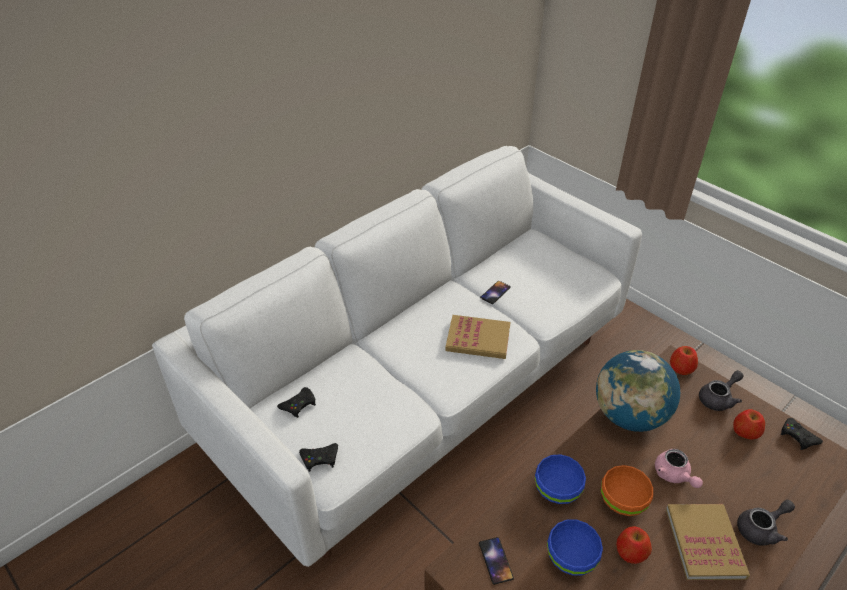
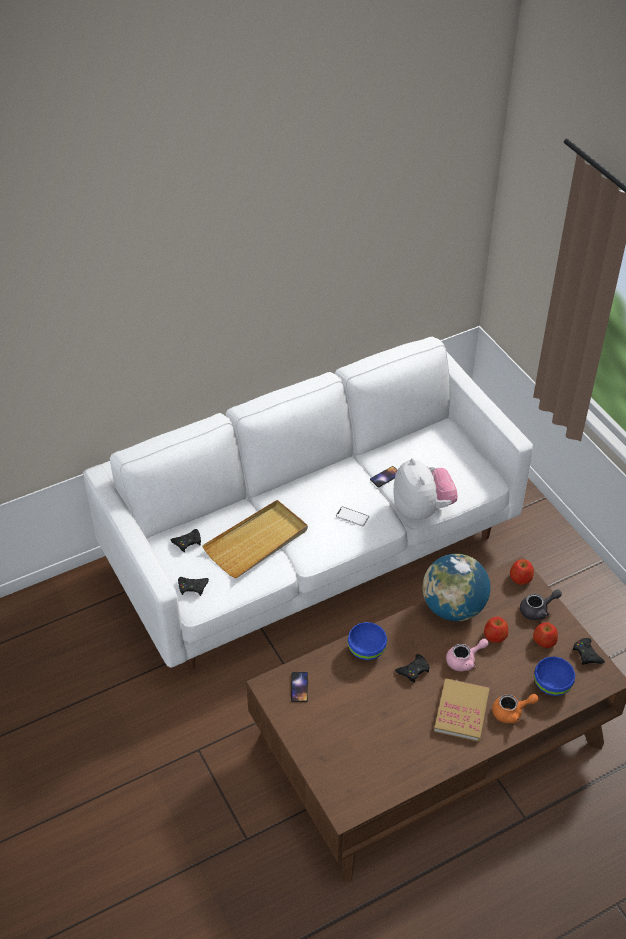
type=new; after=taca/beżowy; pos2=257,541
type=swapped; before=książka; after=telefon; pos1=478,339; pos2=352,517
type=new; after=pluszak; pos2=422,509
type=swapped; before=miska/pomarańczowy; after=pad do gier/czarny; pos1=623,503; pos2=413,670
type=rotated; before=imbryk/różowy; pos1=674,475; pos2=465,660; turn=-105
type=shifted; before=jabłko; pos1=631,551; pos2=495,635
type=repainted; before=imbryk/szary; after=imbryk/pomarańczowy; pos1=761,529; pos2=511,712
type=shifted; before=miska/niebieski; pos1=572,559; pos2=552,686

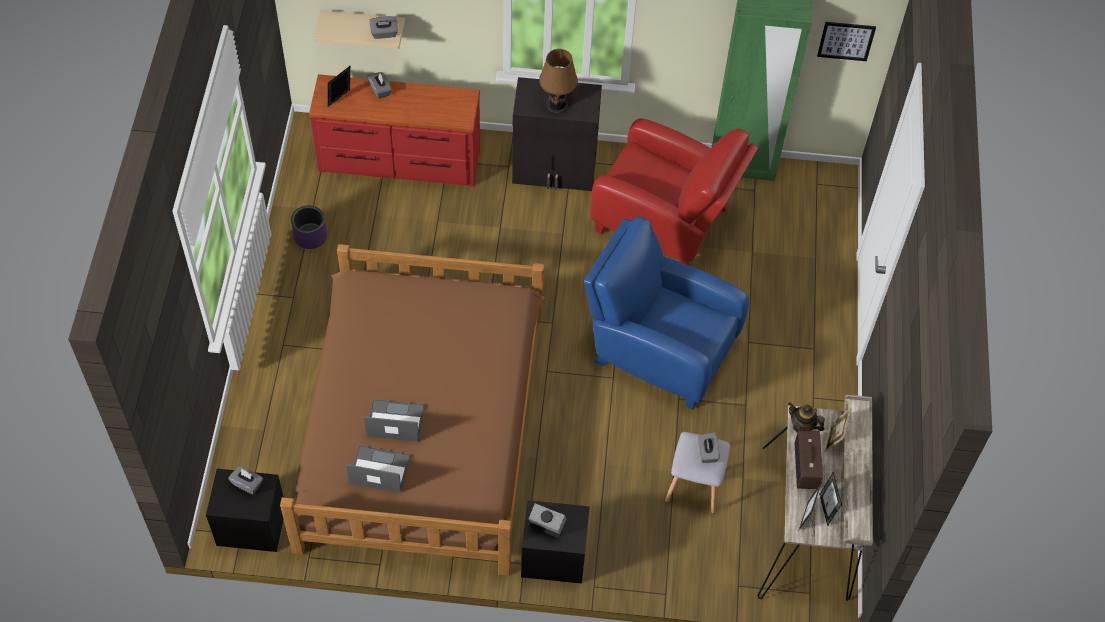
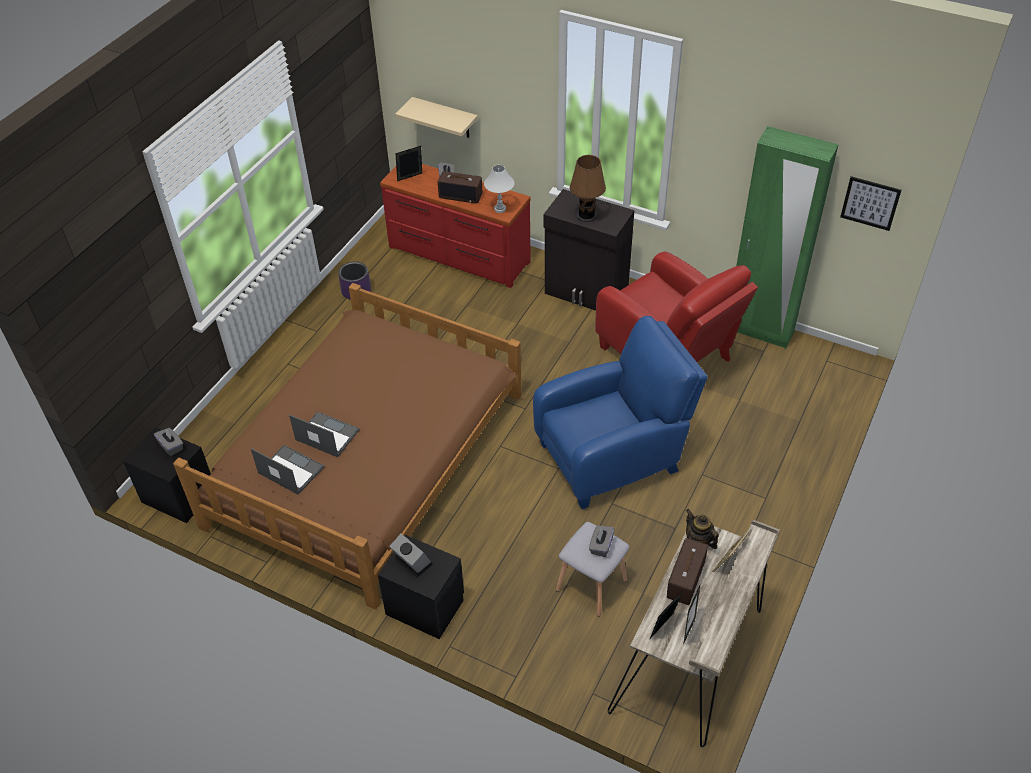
type=new; after=radio; pos2=461,195
type=new; after=lampa stołowa/biały; pos2=500,209
type=rotated; before=fotel/niebieski; pos1=659,348; pos2=613,456; turn=105
type=gone; before=pudełko chusteczek/szary; pos1=384,33

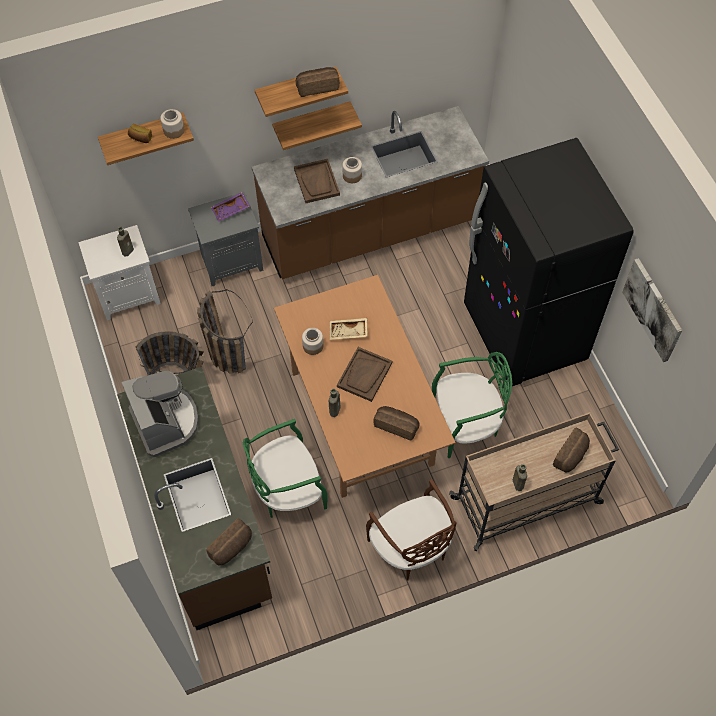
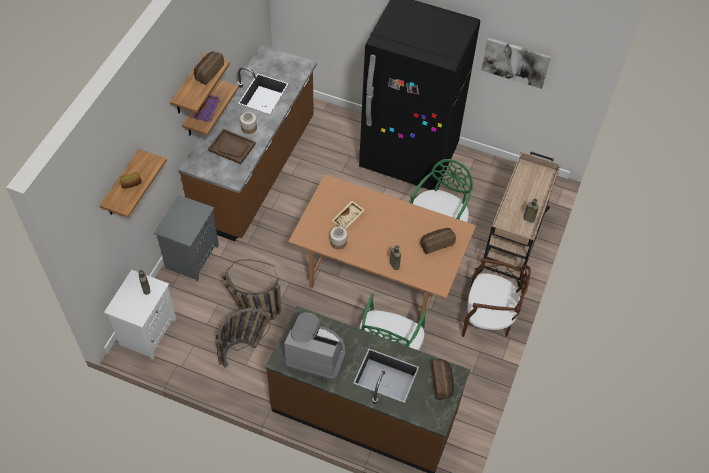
type=shifted; before=taca/fioletowy; pos1=231,210; pos2=207,111
type=gone; before=słoik; pos1=174,130
type=gone; before=taca/brązowy; pos1=364,375
type=gone; before=chleb; pos1=571,456

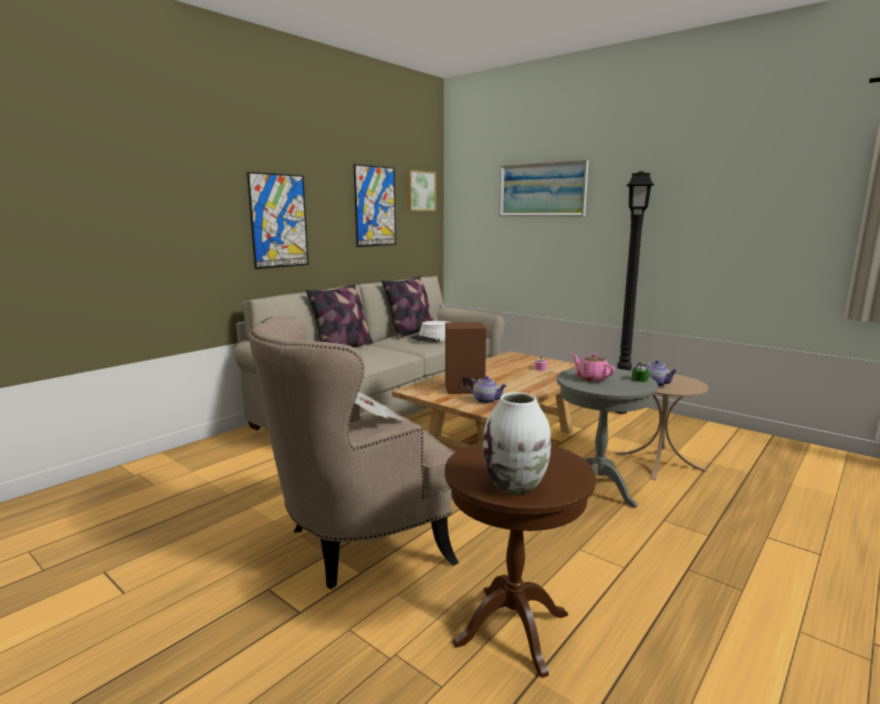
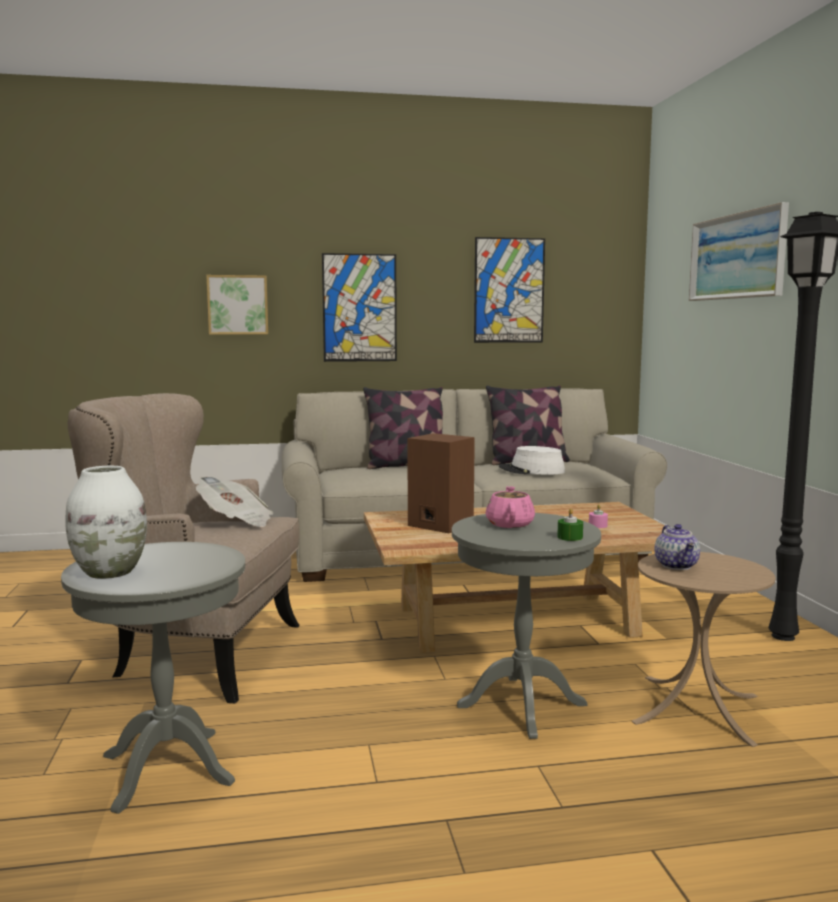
type=repainted; before=stolik/brązowy; after=stolik/szary; pos1=512,628; pos2=167,769
type=shifted; before=obraz; pos1=420,191; pos2=238,305
type=gone; before=imbryk; pos1=486,400

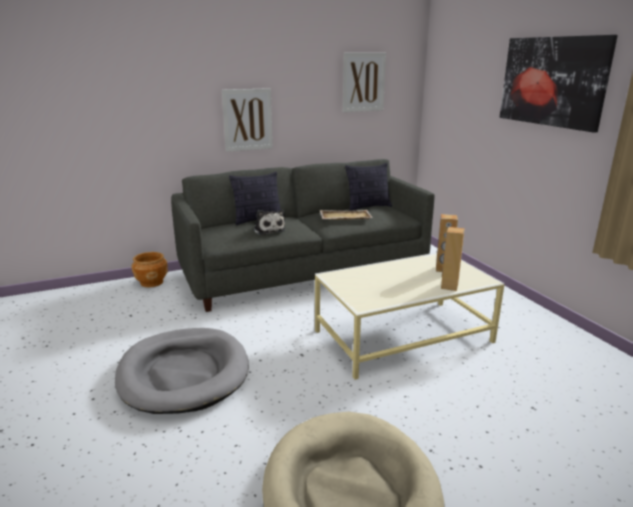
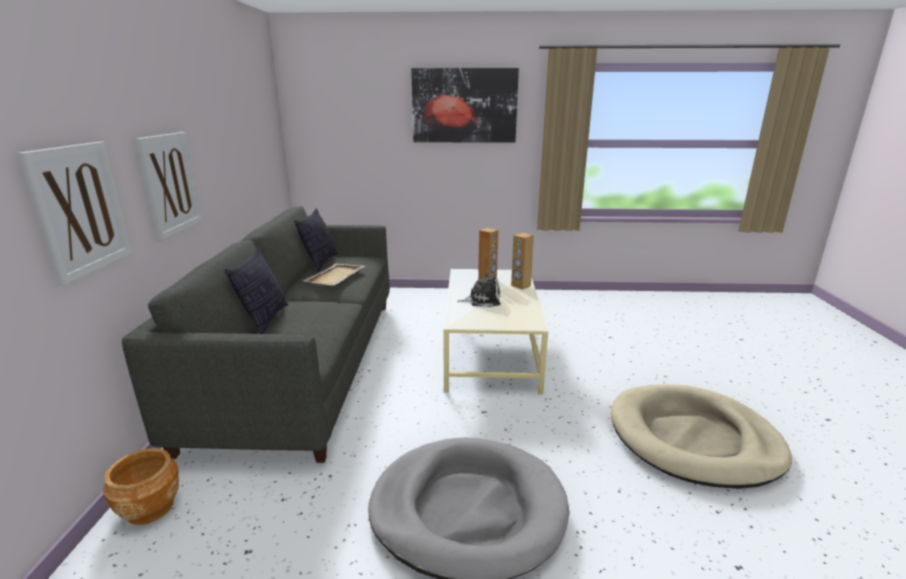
type=shifted; before=obraz; pos1=363,82; pos2=80,210
type=shifted; before=pluszak; pos1=268,230; pos2=482,300

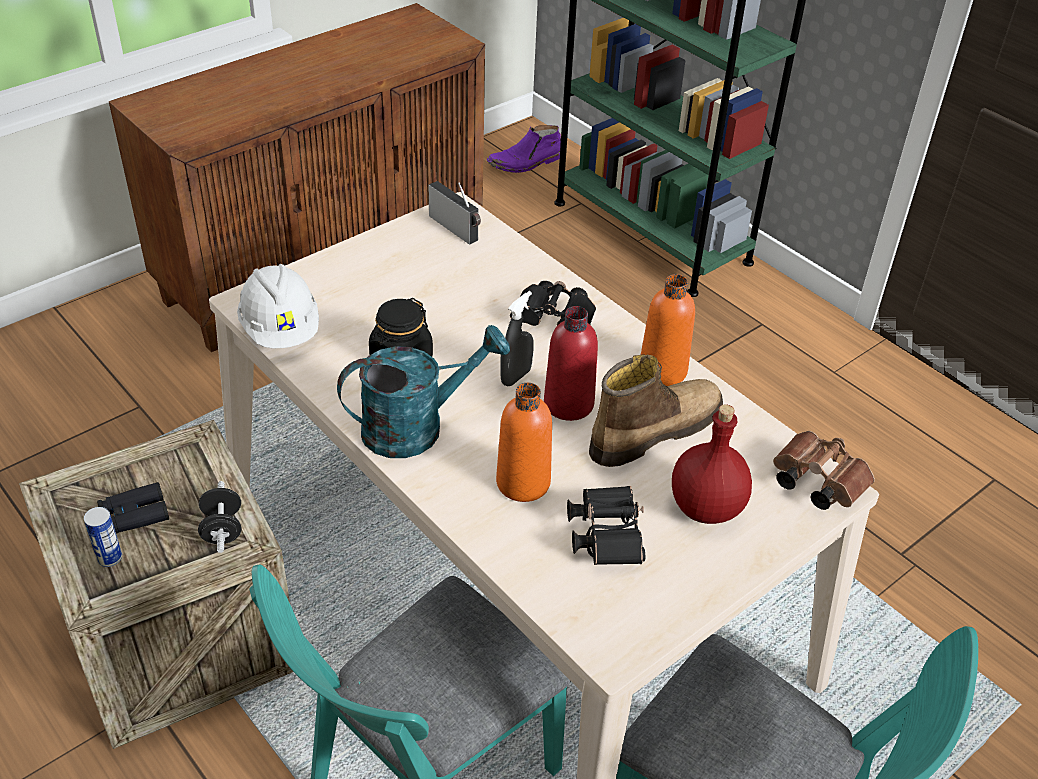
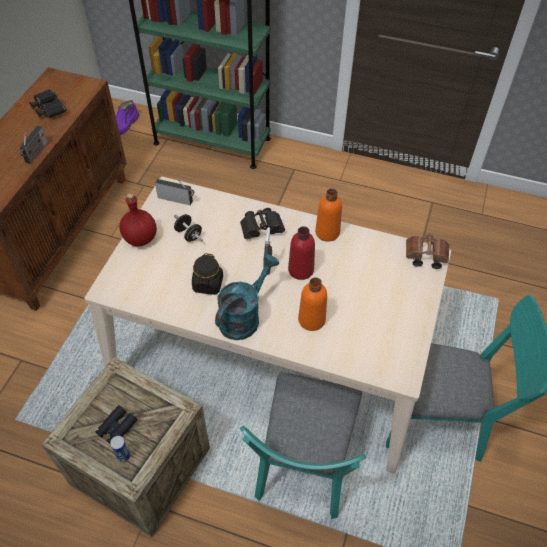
type=new; after=radio; pos2=36,153
type=shifted; before=lornetka/czarny; pos1=605,534; pos2=49,109
type=shifted; before=butelka/czerwony; pos1=706,506; pos2=140,238
type=shifted; before=hantel/czarny; pos1=222,529; pos2=188,234
type=gone; before=kask/biały; pos1=281,330
type=gone; before=but z cholewką; pos1=653,431

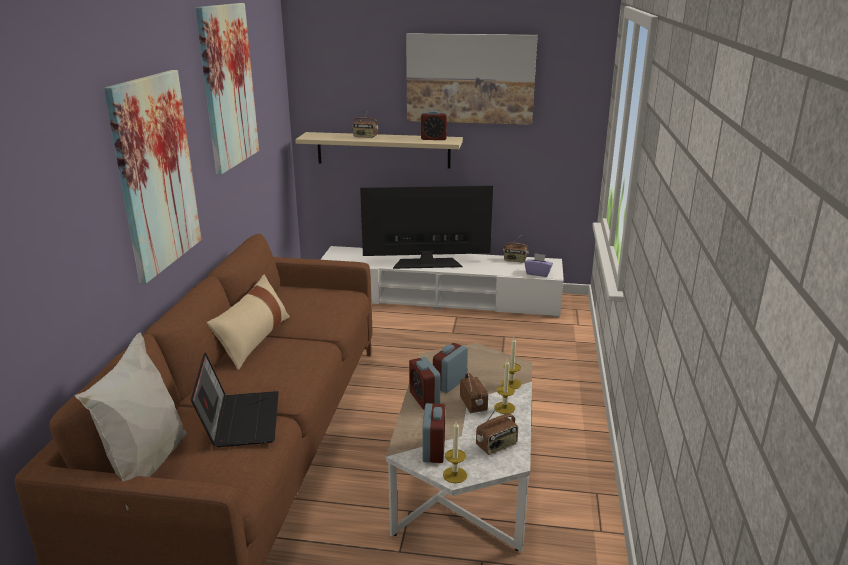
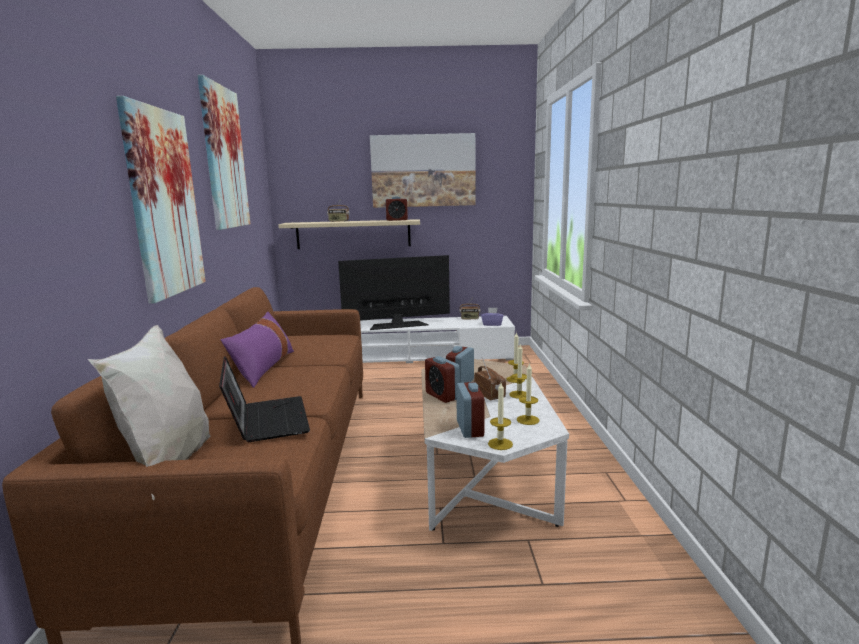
type=repainted; before=poduszka/beżowy; after=poduszka/fioletowy; pos1=254,340; pos2=263,367
type=swapped; before=radio; after=świeca; pos1=496,446; pos2=528,420

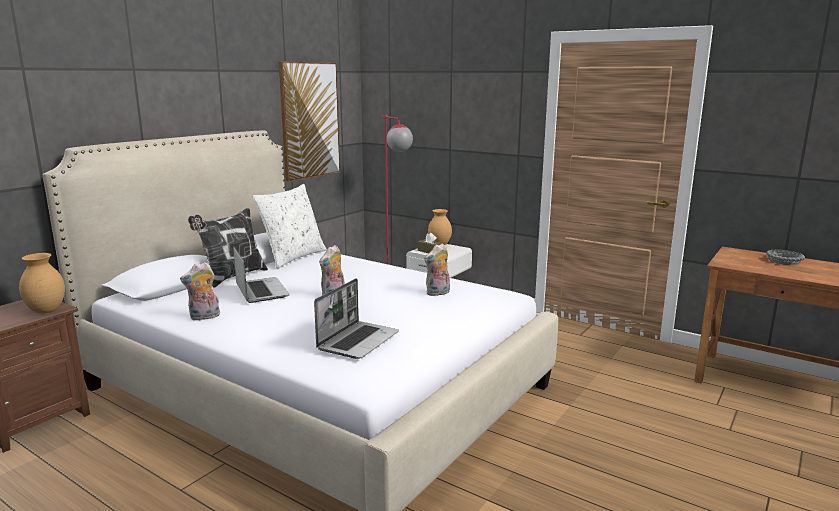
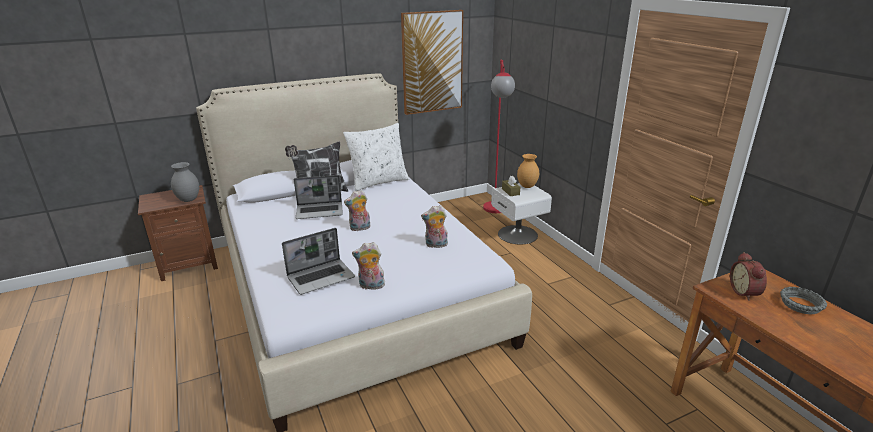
type=repainted; before=wazon/brązowy; after=wazon/szary; pos1=47,311; pos2=188,200
type=rotated; before=laptop; pos1=261,291; pos2=320,211; turn=75
type=shifted; before=pluszak; pos1=204,317; pos2=371,286
type=new; after=budzik; pos2=745,292

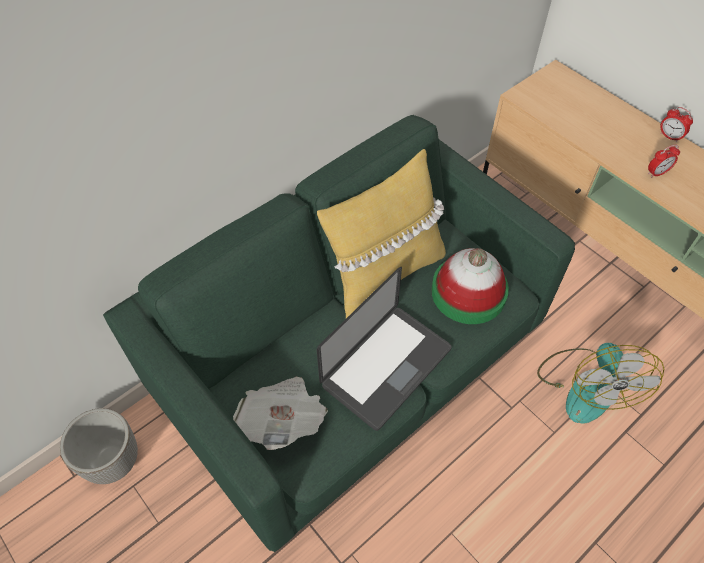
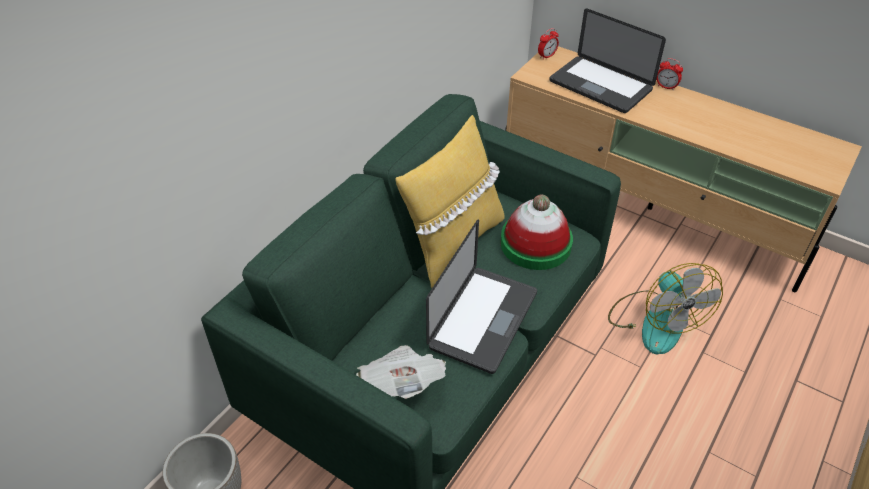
type=shifted; before=budzik; pos1=657,173; pos2=547,56
type=new; after=laptop; pos2=600,86

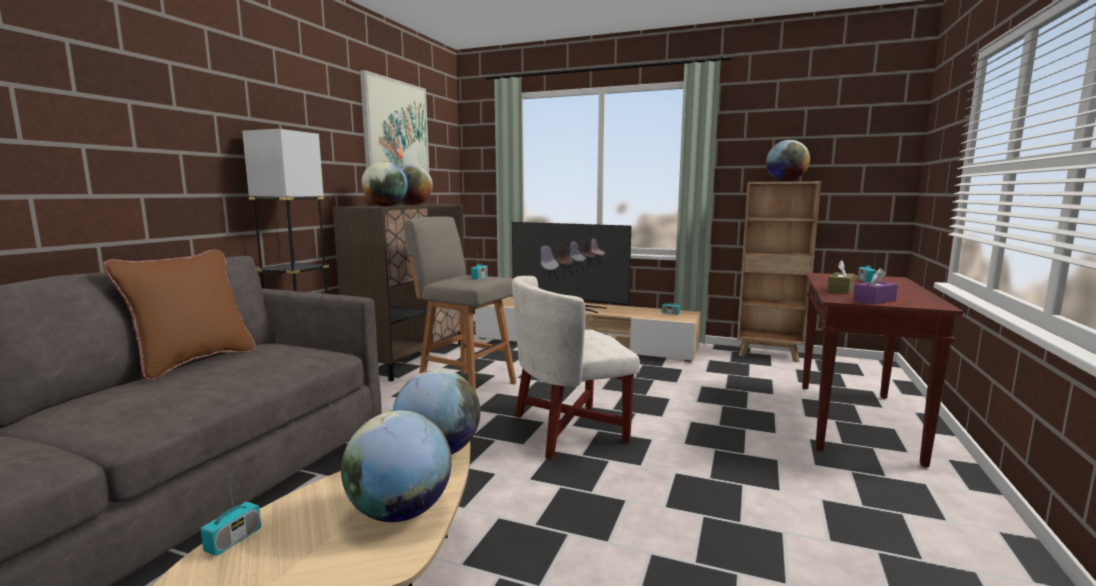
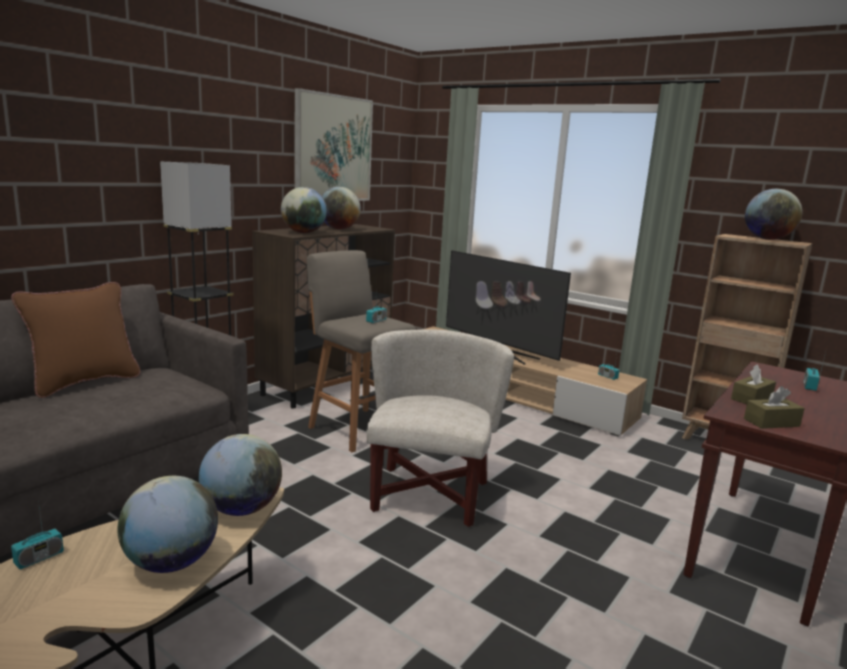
type=rotated; before=fotel/biały; pos1=568,429; pos2=429,495; turn=105
type=repainted; before=pudełko chusteczek/fioletowy; after=pudełko chusteczek/brązowy; pos1=874,300; pos2=771,422

